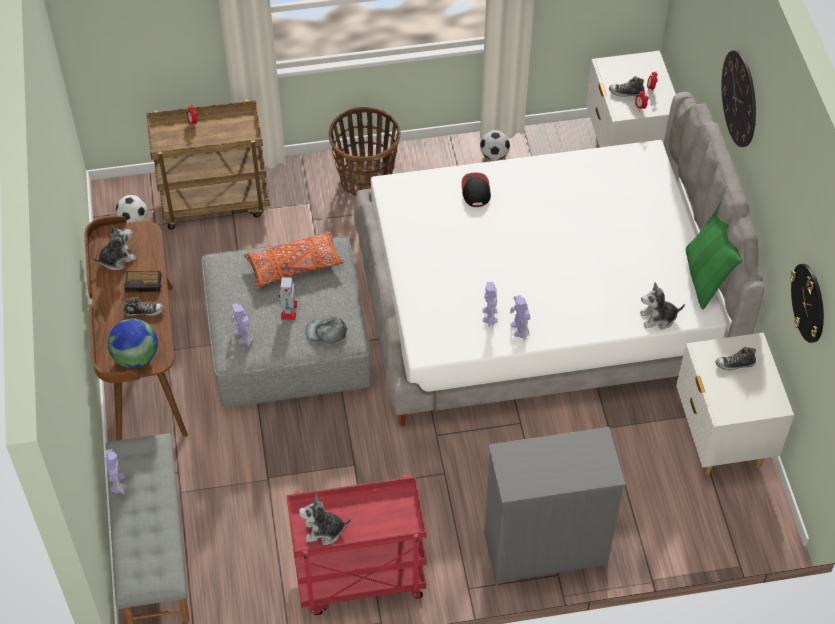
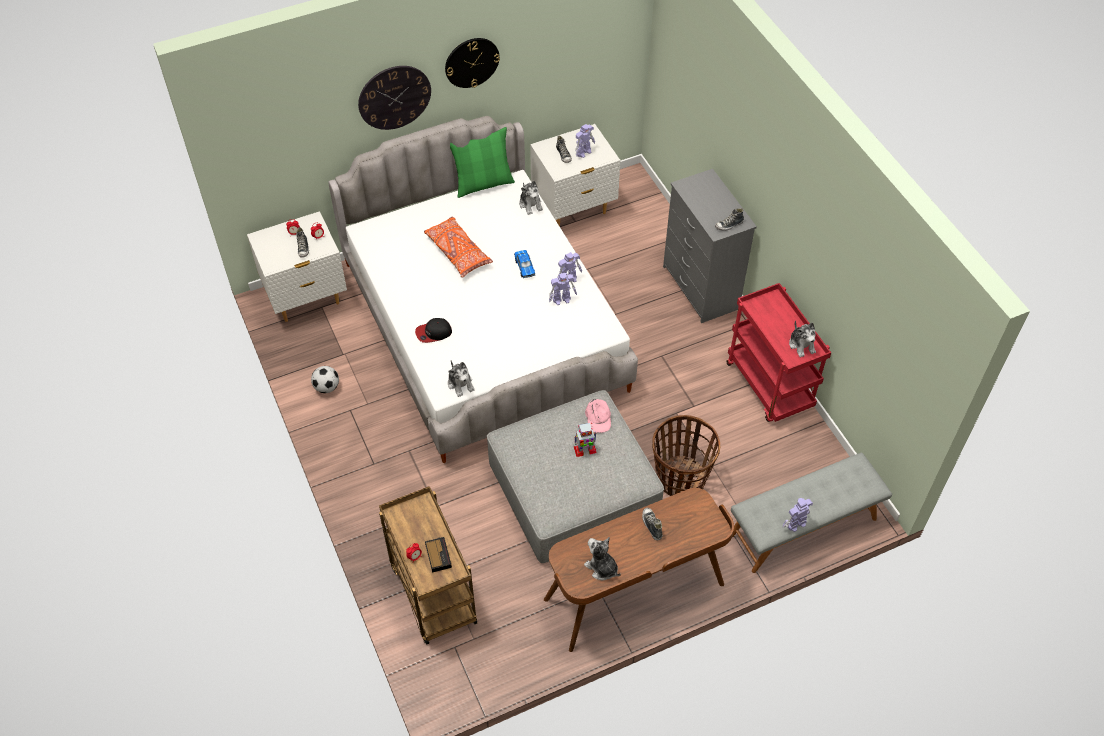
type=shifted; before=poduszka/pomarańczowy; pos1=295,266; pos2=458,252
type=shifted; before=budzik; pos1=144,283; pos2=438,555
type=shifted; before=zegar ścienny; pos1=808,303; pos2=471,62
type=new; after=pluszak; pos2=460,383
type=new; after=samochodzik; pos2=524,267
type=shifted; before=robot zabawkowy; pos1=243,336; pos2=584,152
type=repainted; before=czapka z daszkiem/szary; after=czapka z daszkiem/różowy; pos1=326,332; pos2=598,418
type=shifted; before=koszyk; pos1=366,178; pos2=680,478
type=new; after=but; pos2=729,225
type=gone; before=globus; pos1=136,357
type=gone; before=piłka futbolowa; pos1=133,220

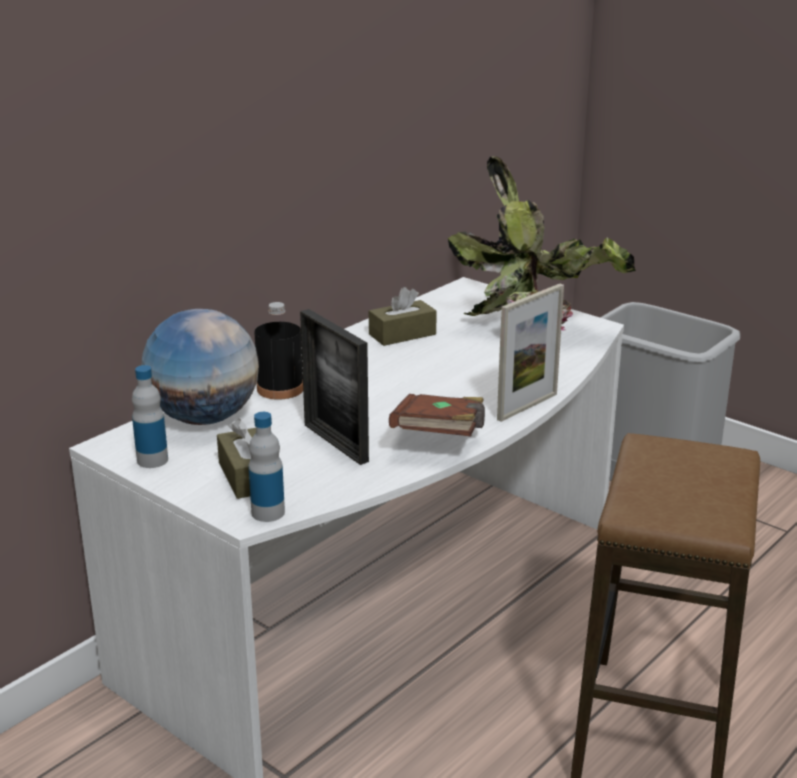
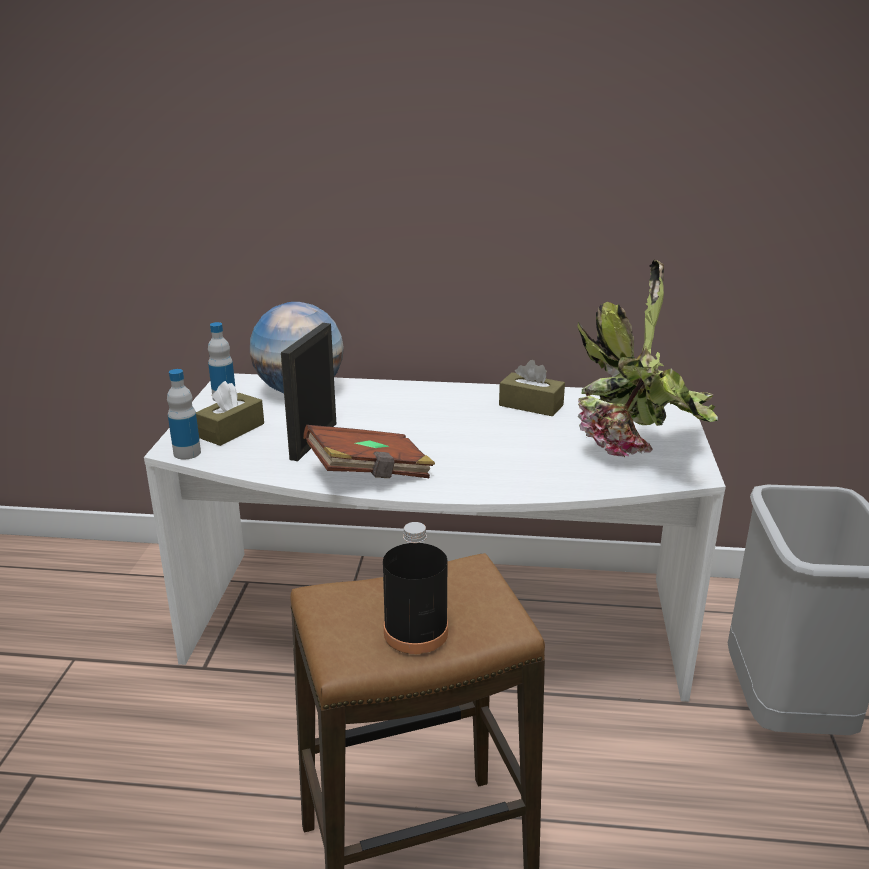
type=shifted; before=butelka/czarny; pos1=280,388; pos2=416,632
type=gone; before=ramka na zdjęcie; pos1=527,406

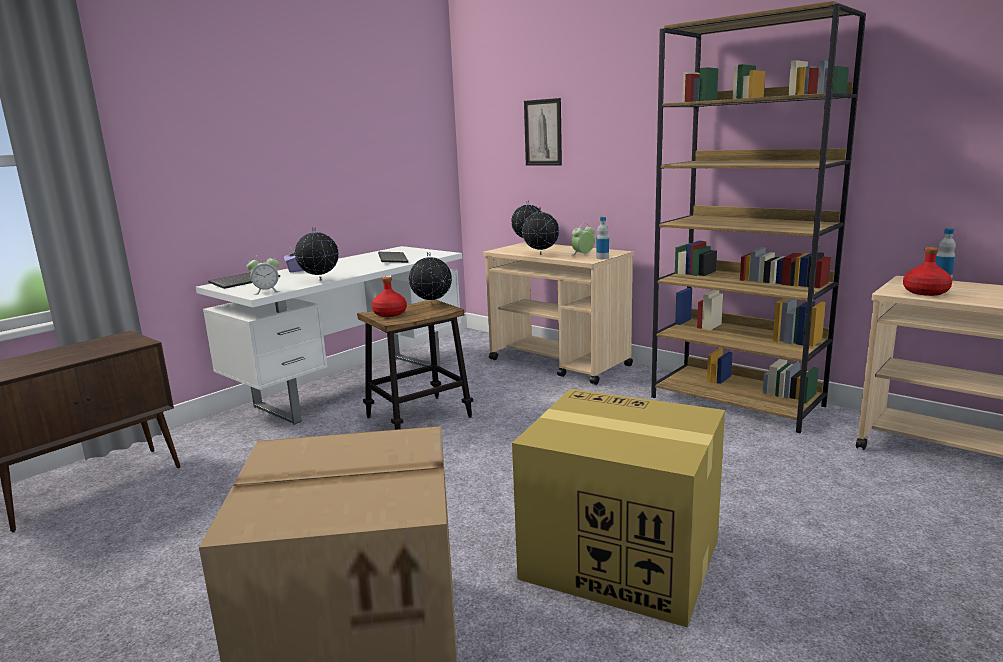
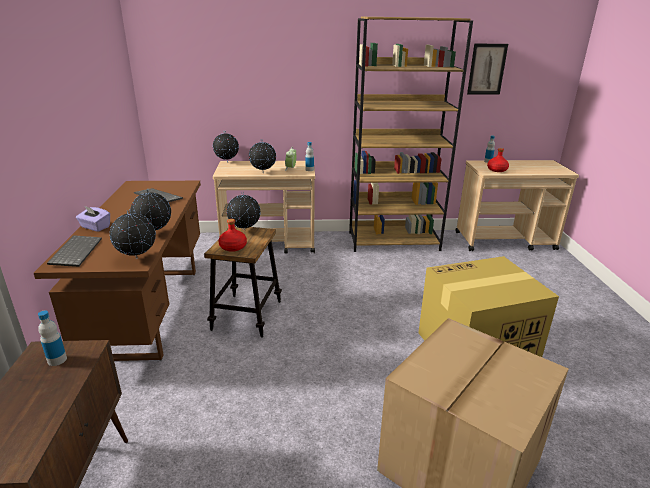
type=repainted; before=biurko/biały; after=biurko/brązowy; pos1=352,386; pos2=151,310
type=new; after=butelka; pos2=57,360
type=swapped; before=budzik; after=globus; pos1=266,291; pos2=137,258
type=shifted; before=obraz; pos1=543,132; pos2=487,69

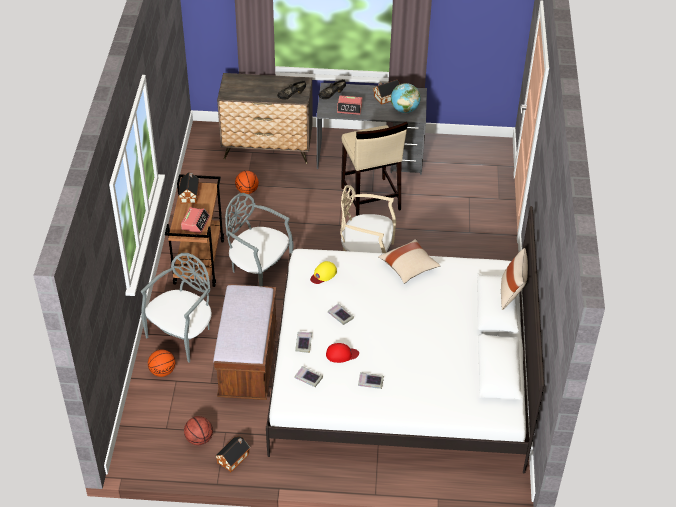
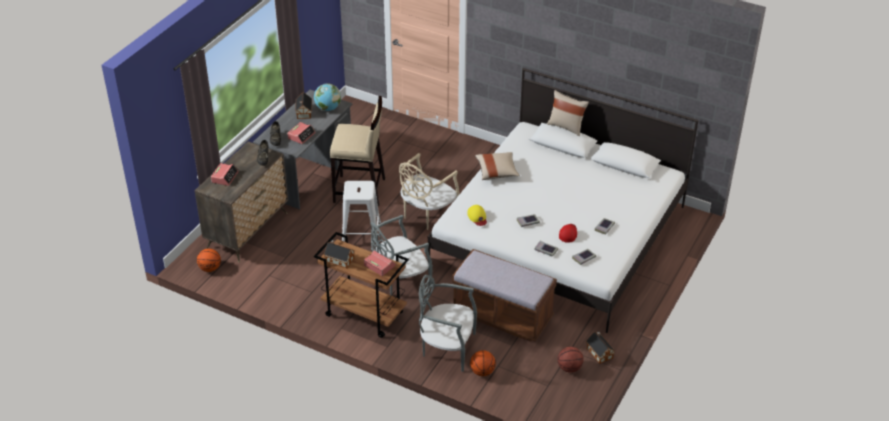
type=shifted; before=piłka do koszykówki; pos1=247,191; pos2=210,268
type=new; after=budzik; pos2=225,177
type=new; after=stołek/biały; pos2=361,234
type=rotated; before=krzesło/szary; pos1=182,335; pos2=447,348; turn=-45

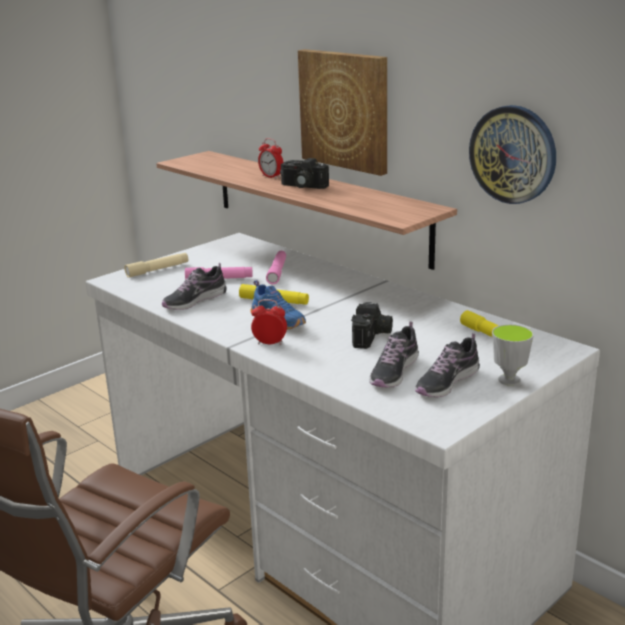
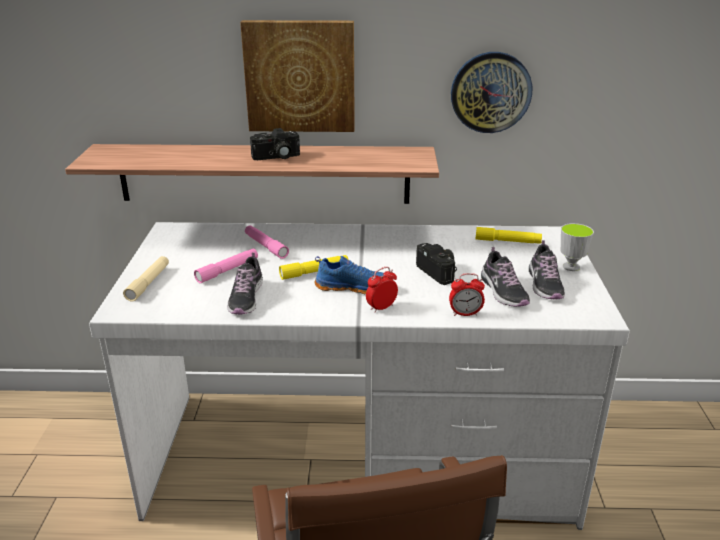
type=shifted; before=budzik; pos1=271,177; pos2=465,314

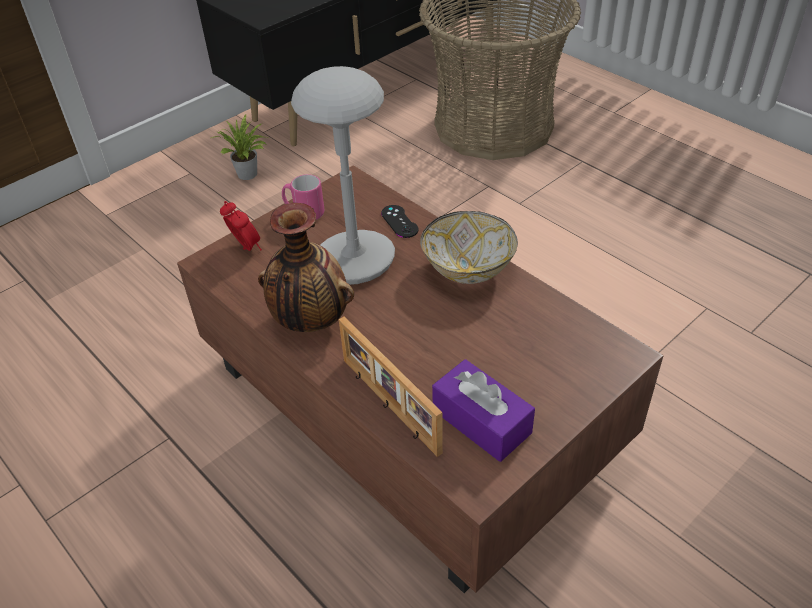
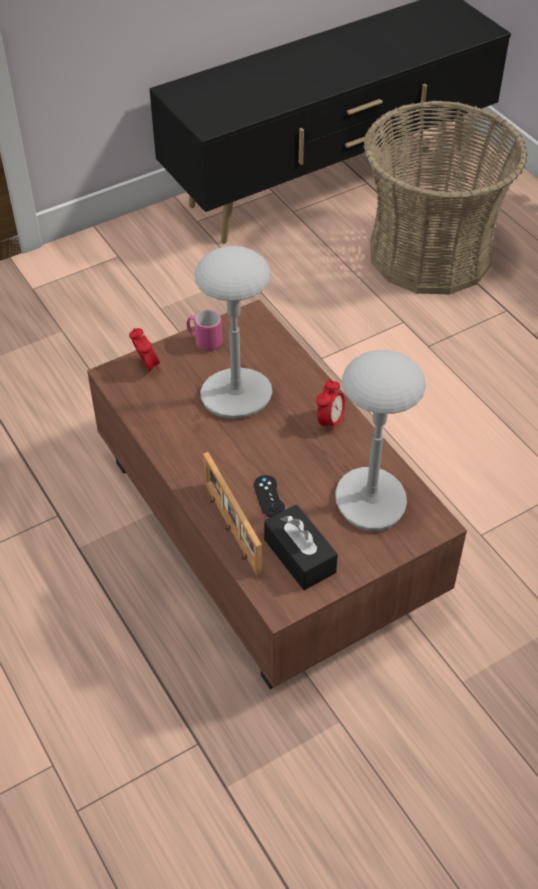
type=shifted; before=pad do gier/czarny; pos1=399,221; pos2=269,496
type=repainted; before=pudełko chusteczek/fioletowy; after=pudełko chusteczek/czarny; pos1=481,421; pos2=299,556
type=swapped; before=miska; after=budzik; pos1=467,269; pos2=329,422
type=new; after=lampa stołowa/szary; pos2=371,501
type=gone; before=roślina doniczkowa; pos1=249,175
type=gone; before=wazon; pos1=310,321

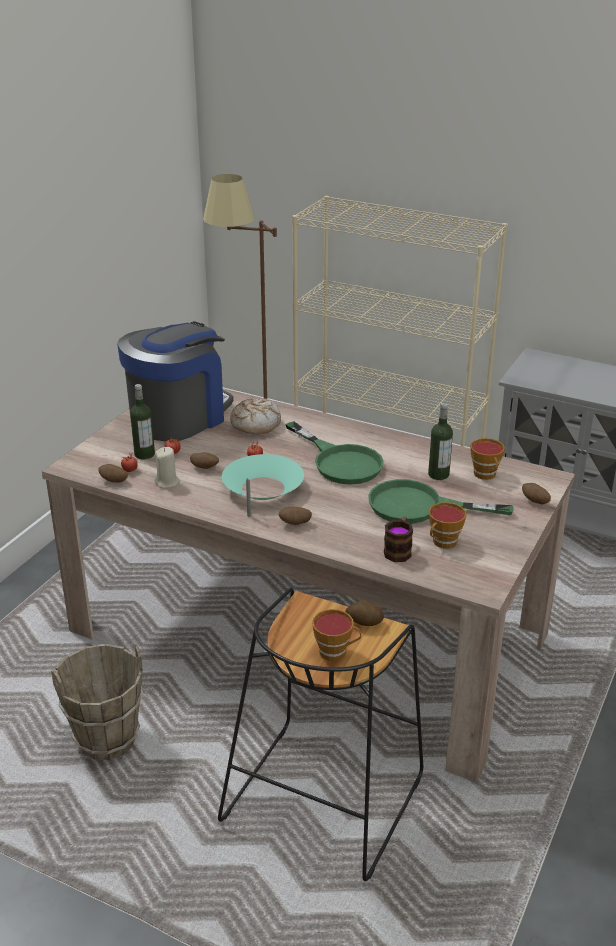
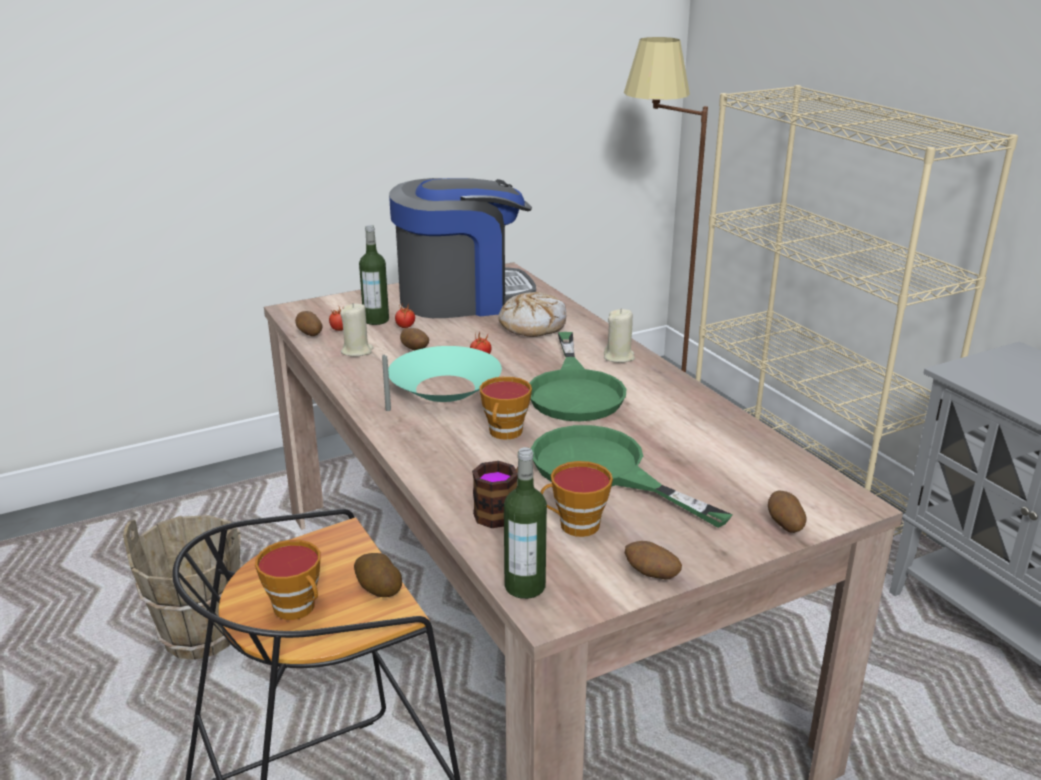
type=shifted; before=filiżanka; pos1=486,475; pos2=505,433
type=shifted; before=butelka; pos1=438,474; pos2=525,586
type=new; after=świeca/beżowy; pos2=619,357
type=shifted; before=ziemniak; pos1=295,524; pos2=651,575

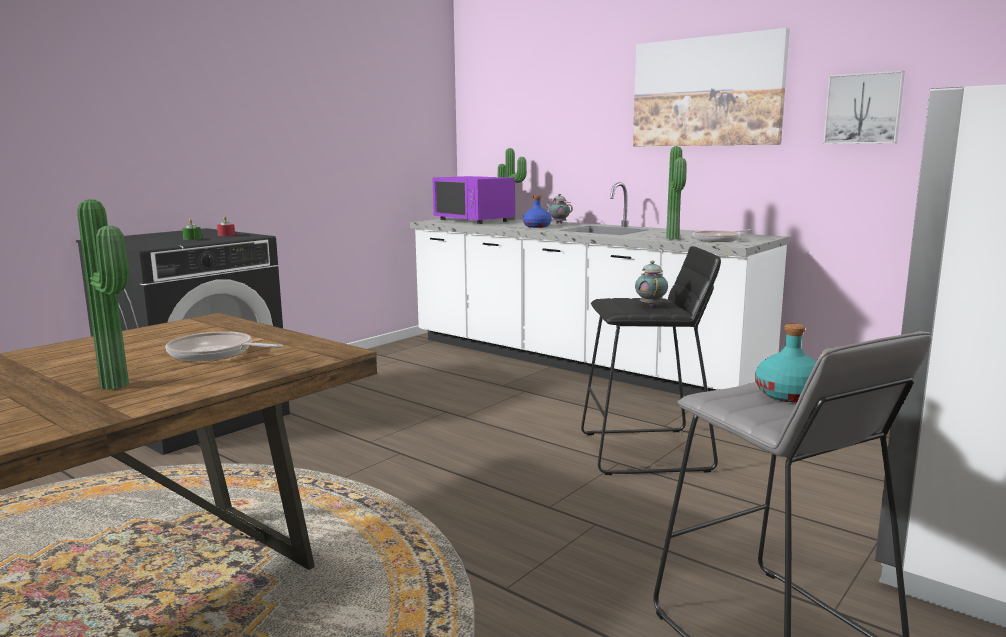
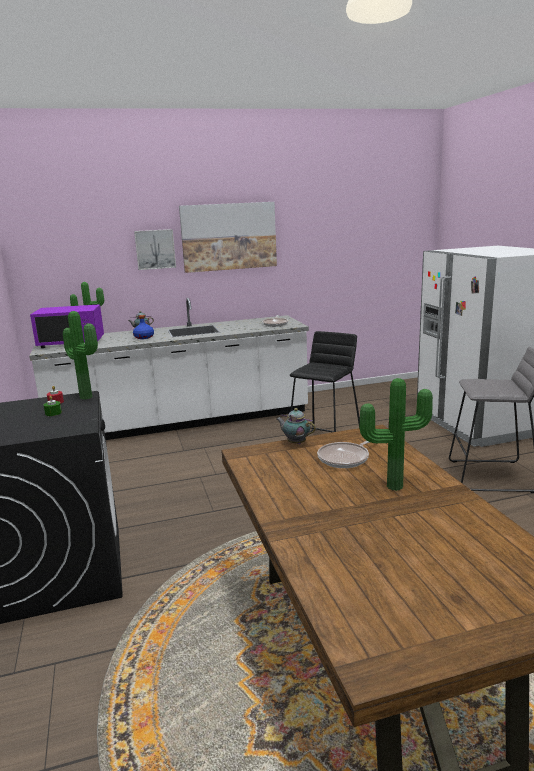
type=shifted; before=roślina doniczkowa; pos1=675,238; pos2=88,396
type=shifted; before=obraz; pos1=863,109; pos2=155,249
type=shifted; before=imbryk; pos1=650,305; pos2=295,443
type=gone; before=butelka/turkusowy; pos1=790,395

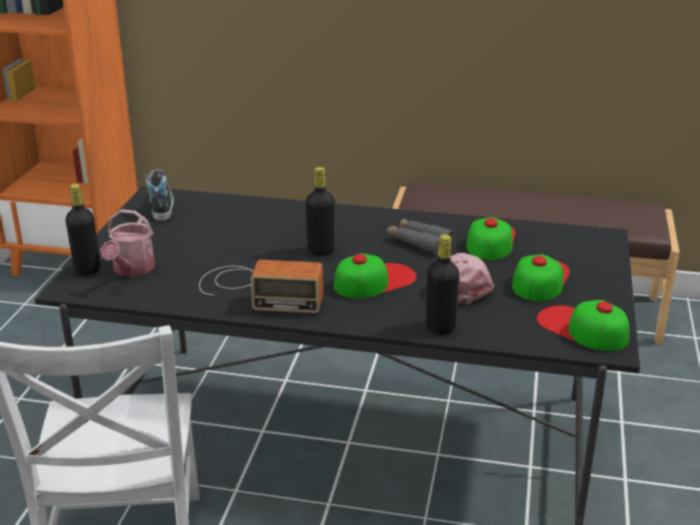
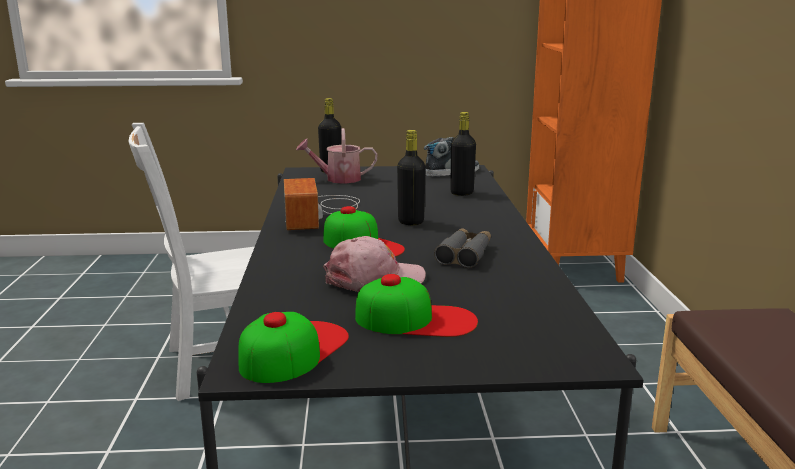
type=shifted; before=butelka/czarny; pos1=440,327; pos2=462,193
type=gone; before=czapka z daszkiem; pos1=490,240

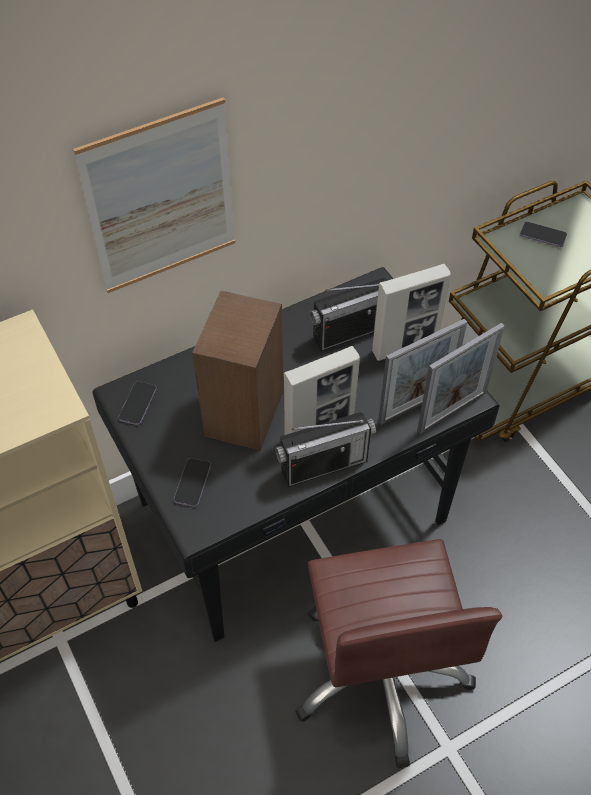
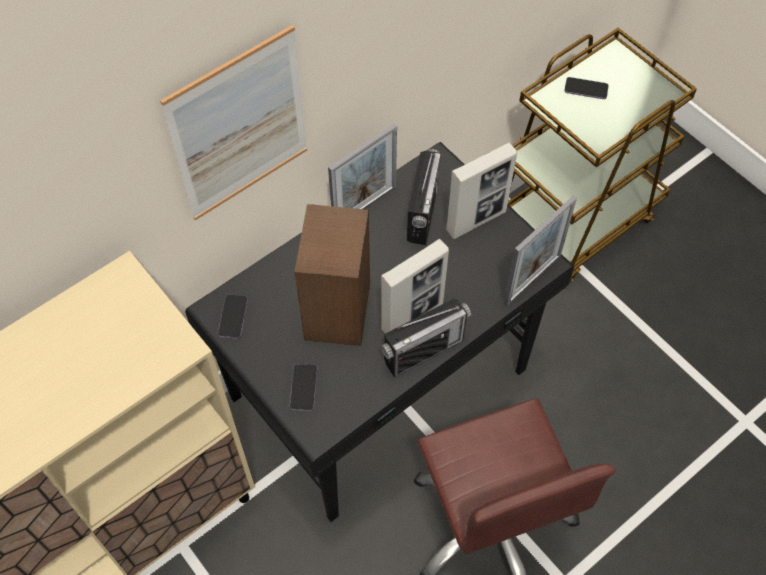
type=shifted; before=ramka na zdjęcie; pos1=415,405; pos2=364,207
type=rotated; before=radio; pos1=351,332; pos2=422,213; turn=-45

